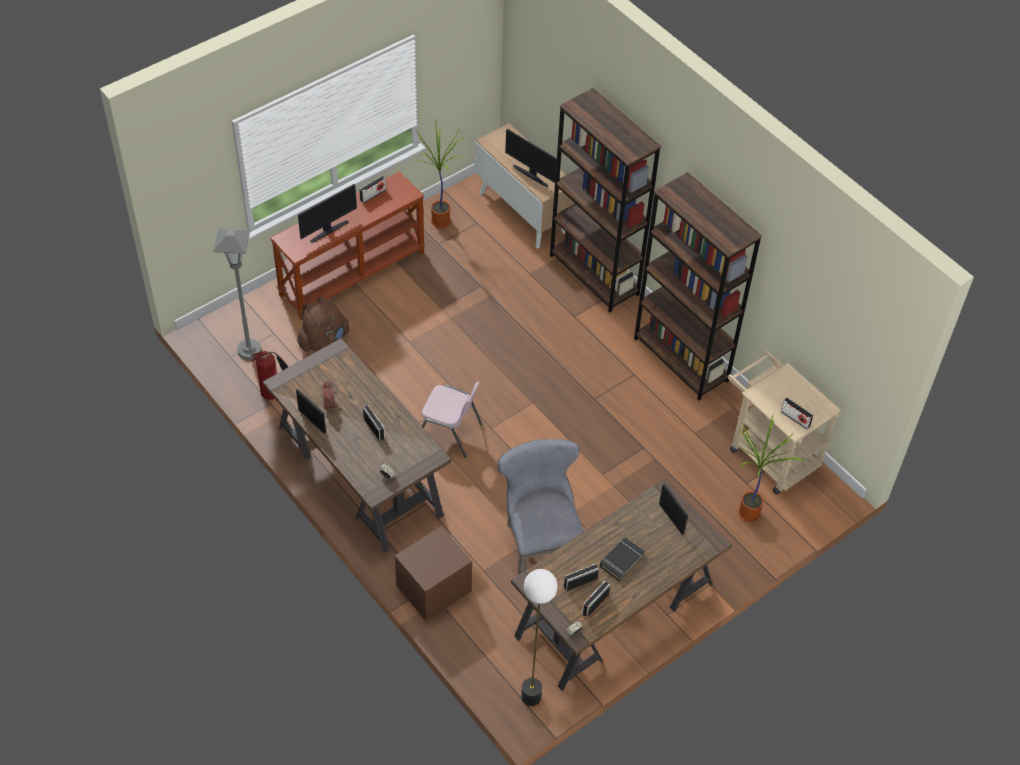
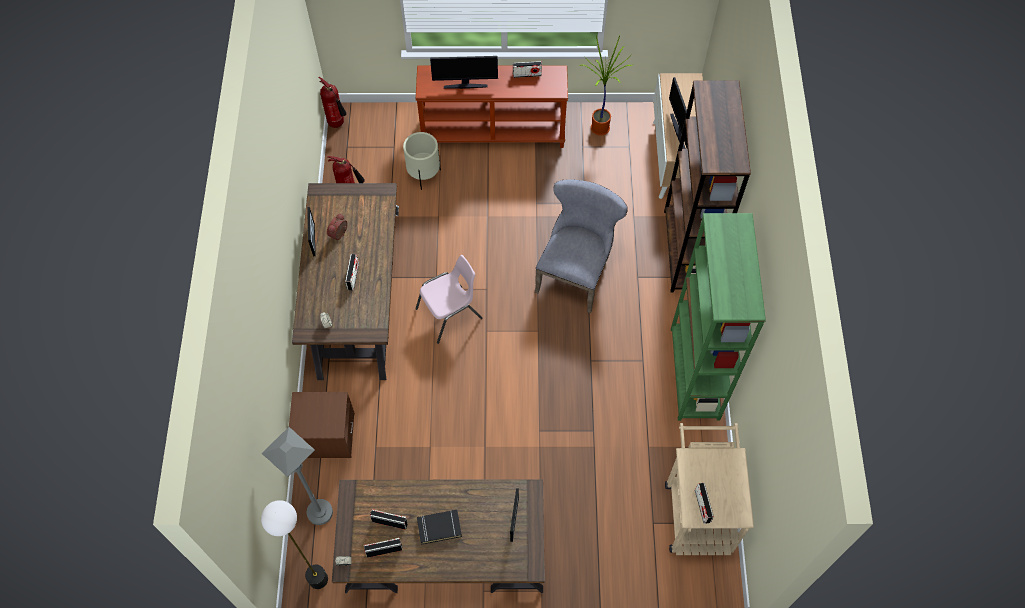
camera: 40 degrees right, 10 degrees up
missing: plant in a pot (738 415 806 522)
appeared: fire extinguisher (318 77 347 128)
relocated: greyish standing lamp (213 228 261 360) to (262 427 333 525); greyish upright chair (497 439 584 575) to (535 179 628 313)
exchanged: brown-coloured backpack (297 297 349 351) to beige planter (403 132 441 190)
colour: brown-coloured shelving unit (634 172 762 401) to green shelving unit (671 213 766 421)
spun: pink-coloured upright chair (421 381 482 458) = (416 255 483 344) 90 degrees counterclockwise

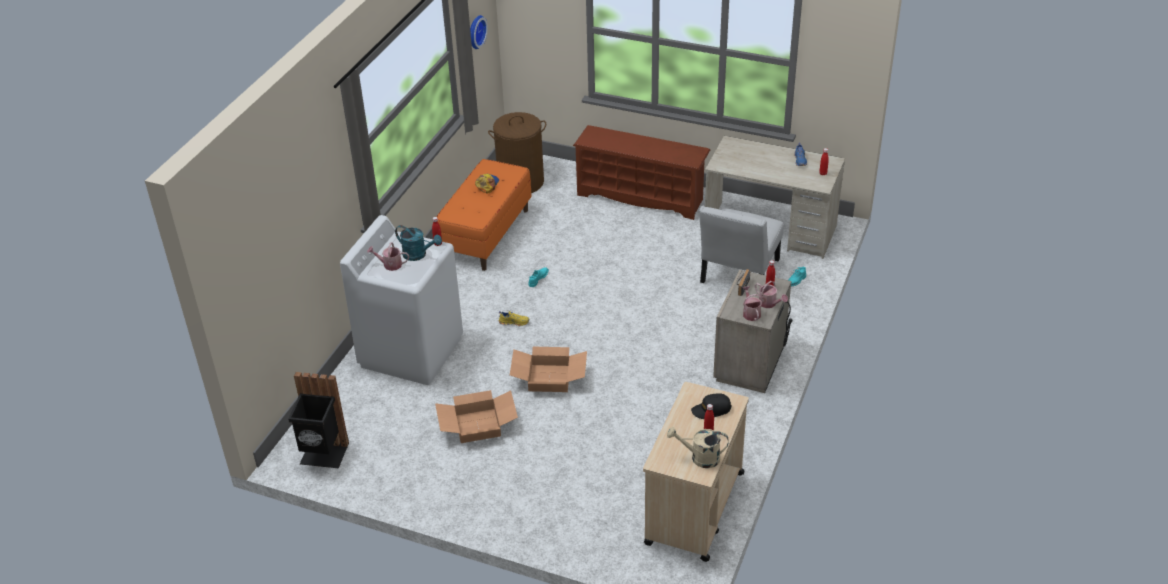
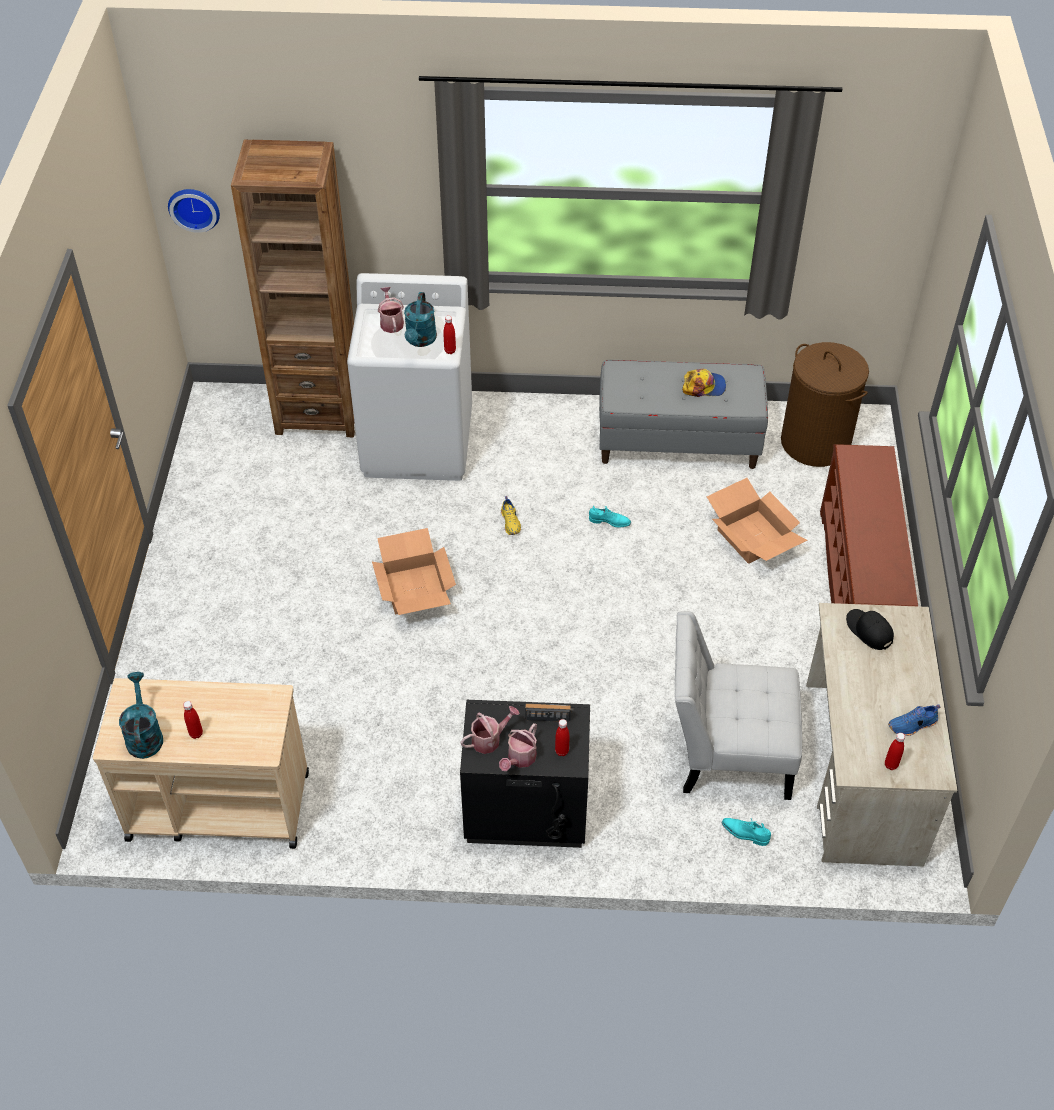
camera: 70 degrees right, 10 degrees up
missing: black-coloured trash can (288 372 349 468)
appeared: brown-coloured shelving unit (231 140 355 437)
relocated: hanging clock (470 15 488 49) to (168 189 220 233); cardboard box (435 390 518 443) to (707 478 807 564); black-coloured cap (691 393 732 419) to (846 609 894 650)
colour: orange bench (437 159 532 271) to greyish bench (599 360 768 469); beige nightstand (713 270 792 393) to black-coloured nightstand (460 700 590 848); beige watering pot (667 427 729 468) to turquoise watering pot (119 672 163 759)

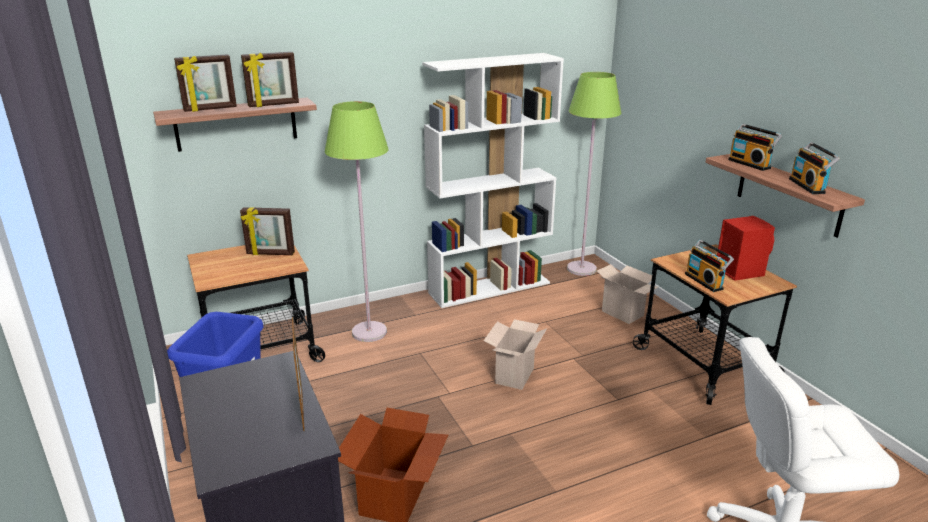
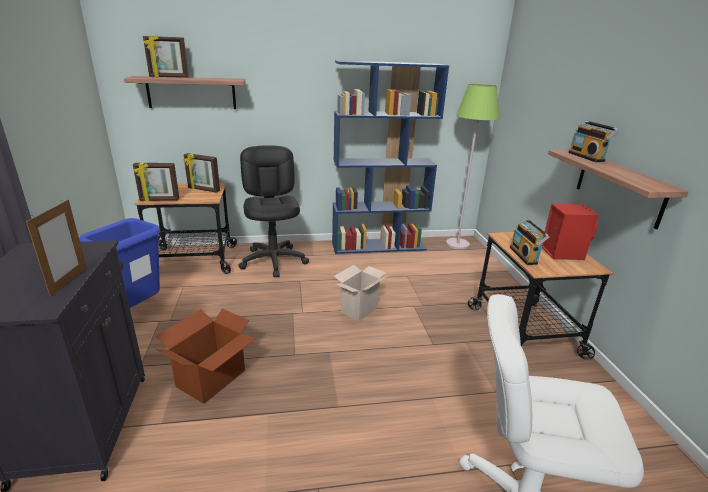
camera: 15 degrees right, 0 degrees up
missing: radio set (789 142 840 194); cardboard box (597 264 658 324)
relocated: standing frame (241 52 299 107) to (133 163 179 201)
exchanged: green standing lamp (325 101 389 342) to black-coloured computer chair (238 145 309 277)
colour: white shelving unit (422 53 564 308) to blue shelving unit (332 60 449 254)

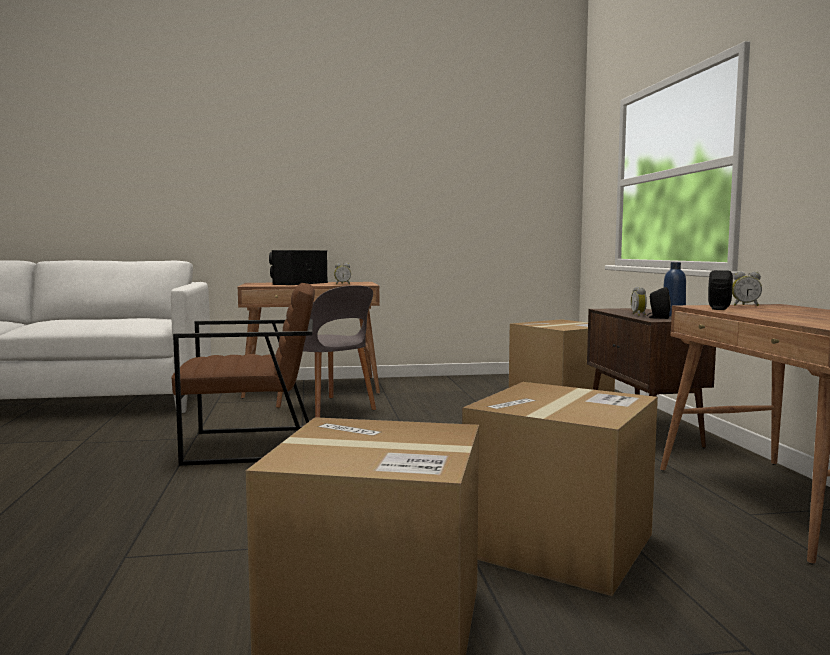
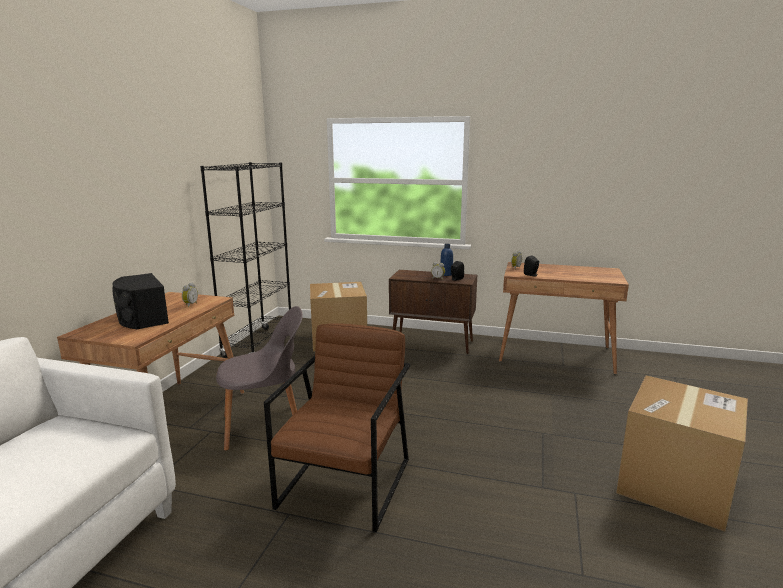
camera: 65 degrees left, 10 degrees up
missing: cardboard box (462 382 658 596)
appeared: black-coloured shelving unit (200 162 291 358)

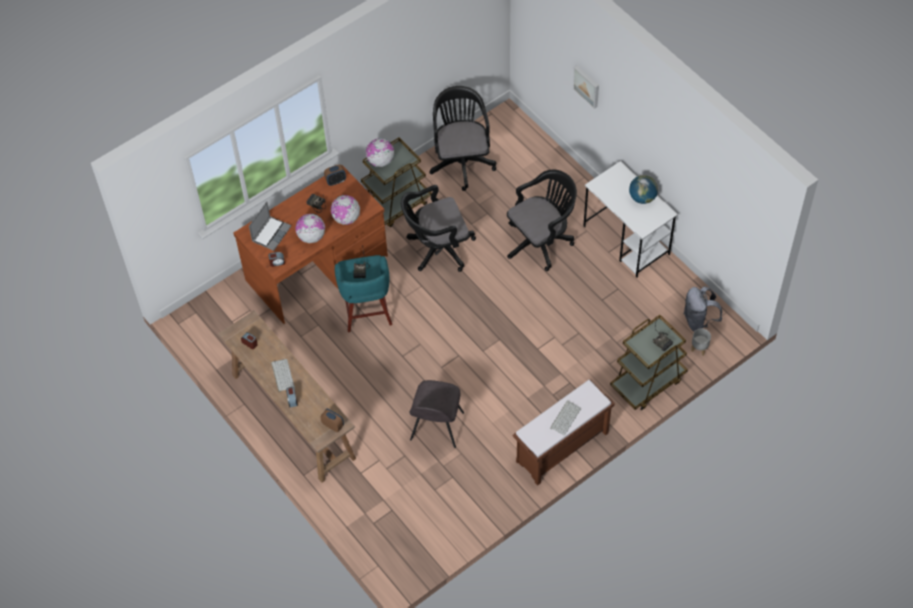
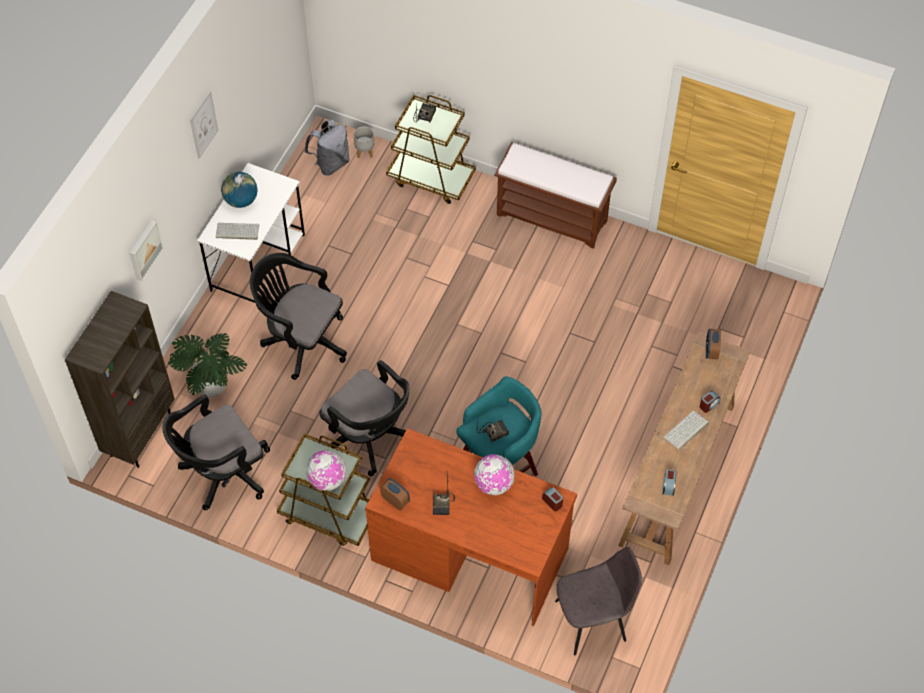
camera: 120 degrees left, 0 degrees up
missing: globe (331 195 360 225); laptop (249 201 291 251)
appeared: picture (190 91 219 159); brown-coloured shelving unit (65 291 175 468); plant in a pot (168 333 247 397)
relocated: greyish upright chair (409 380 464 448) to (555 547 642 656); PC keyboard (550 401 581 436) to (216 223 259 240)

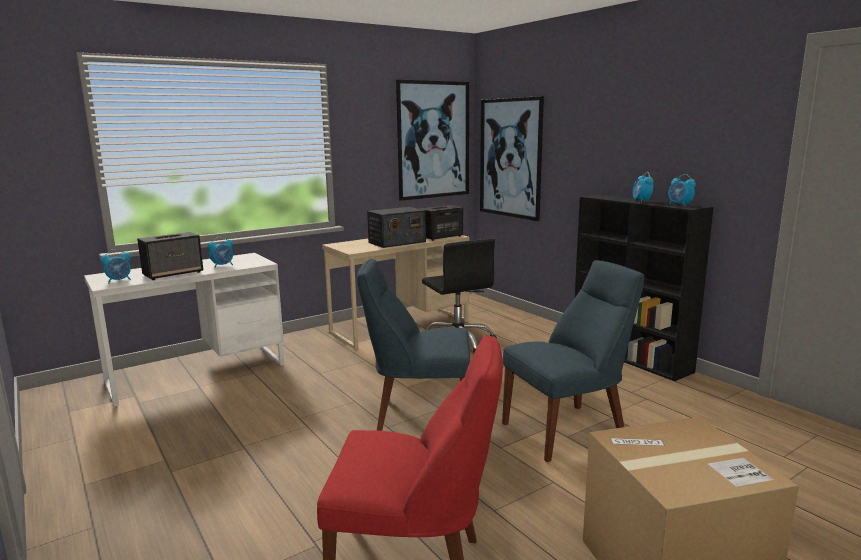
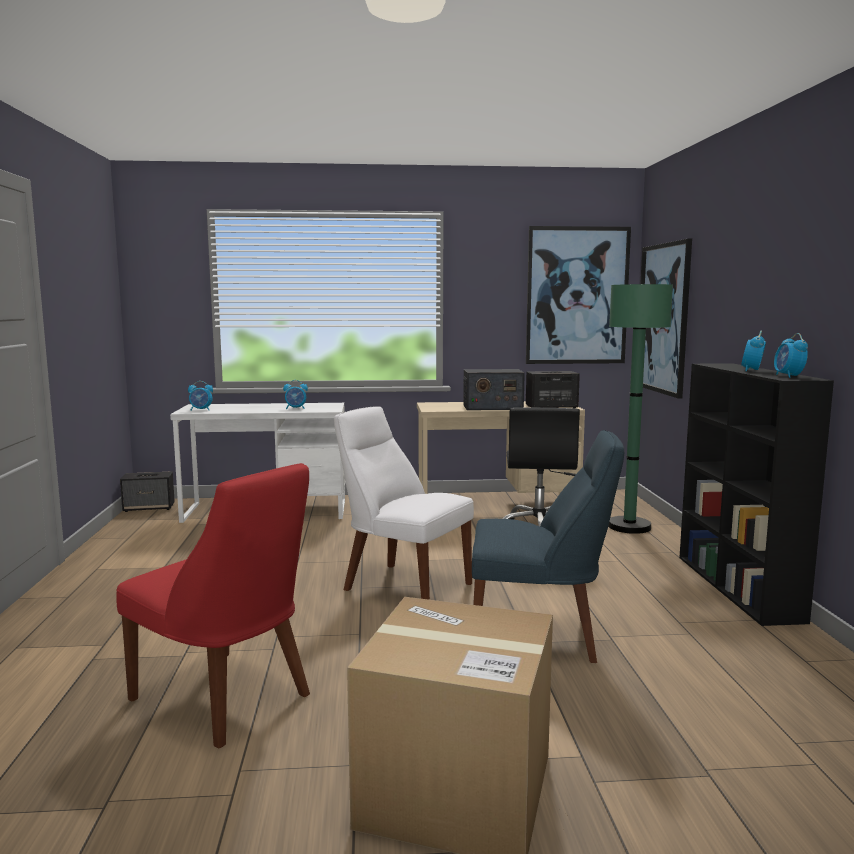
camera: 30 degrees right, 5 degrees down
appeared: green standing lamp (608 284 673 534)
relocated: audio speaker (137 232 203 280) to (120 471 175 512)
colour: blue upright chair (357 259 470 431) to white upright chair (334 406 474 600)

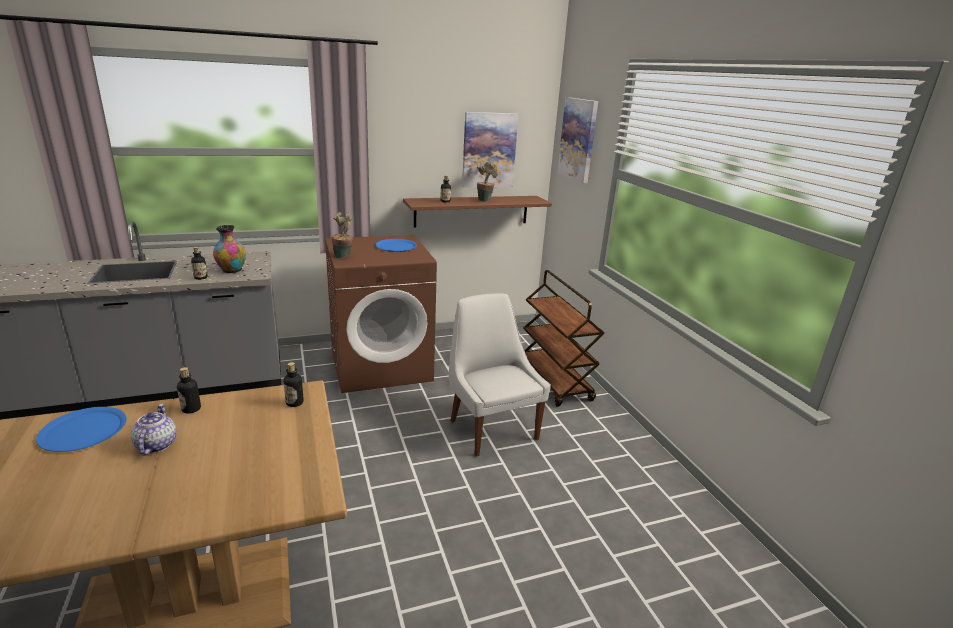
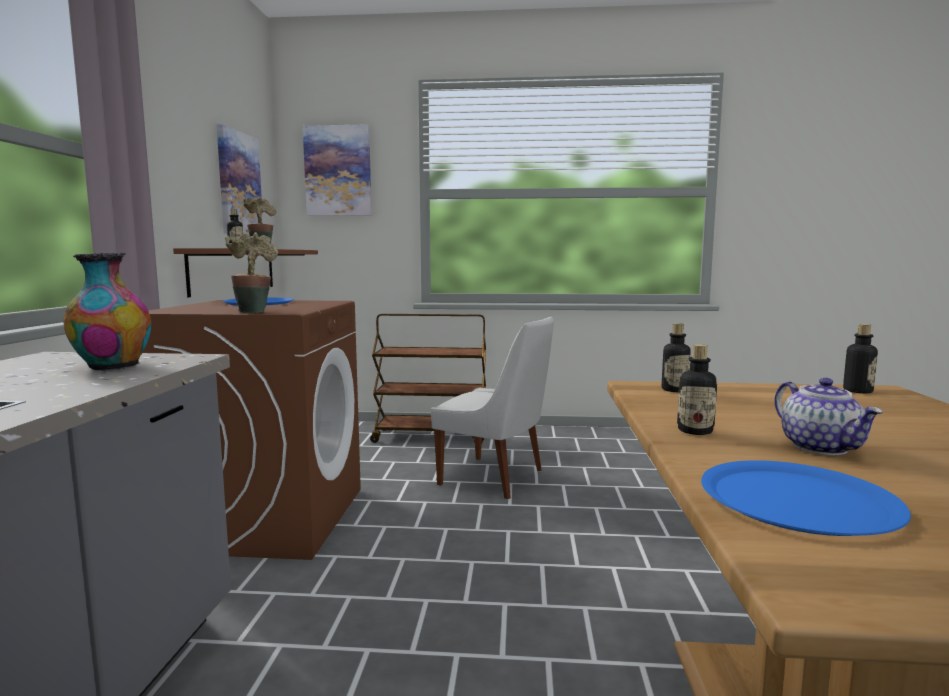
camera: 65 degrees left, 15 degrees down
relocated: bottle (191 247 208 280) to (843 324 878 393)
spun: white upright chair (449 293 551 457) = (431 317 554 499) 150 degrees counterclockwise; pot for tea (131 404 177 456) = (774 378 883 455) 120 degrees counterclockwise

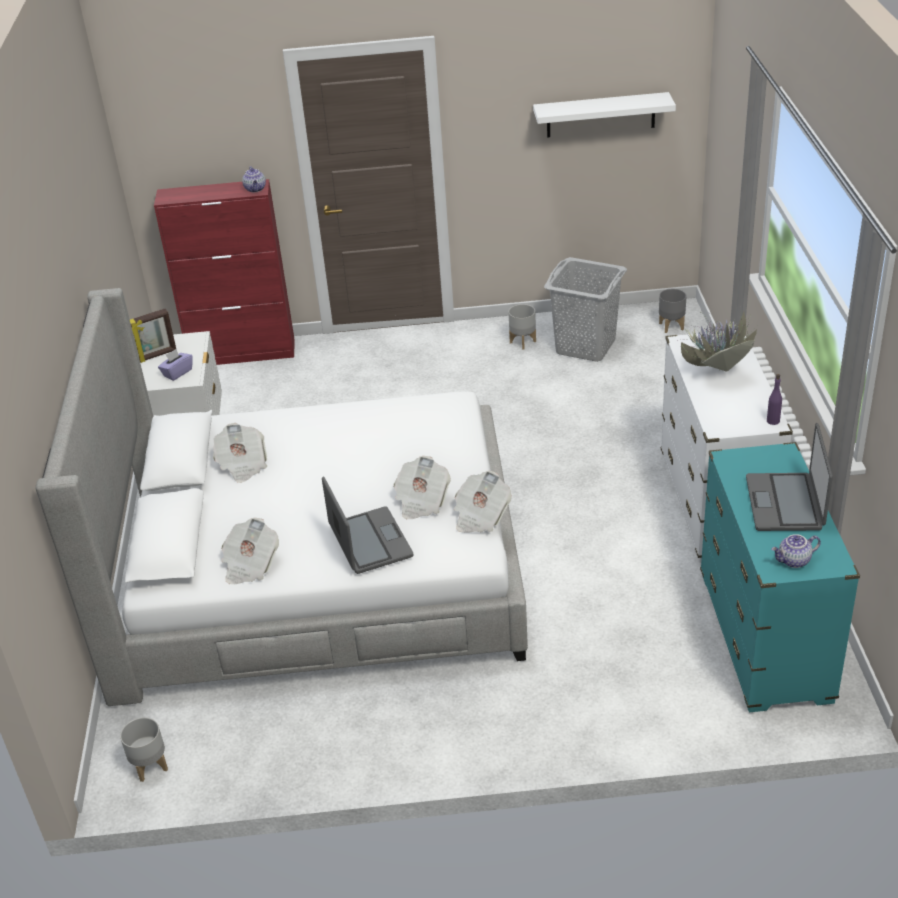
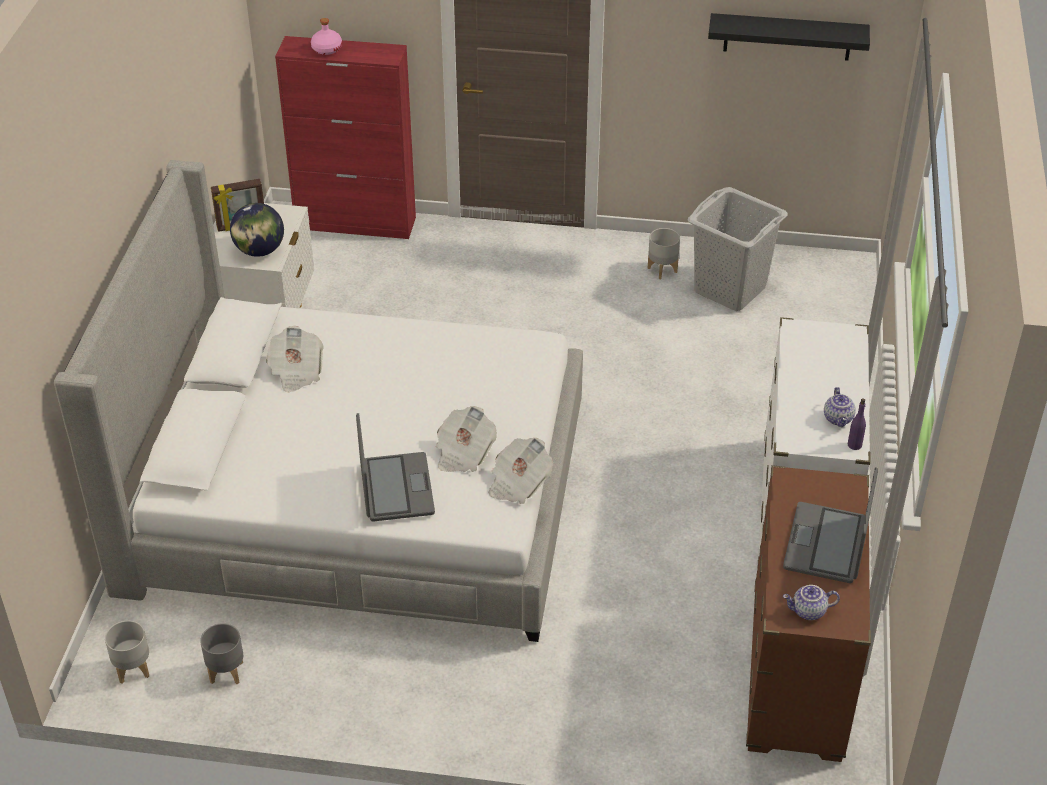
camera: 10 degrees right, 5 degrees up
missing: plant in a pot (677 311 757 372); daily paper (221 518 279 584)
appeared: pink-coloured bottle (311 18 342 55)
relocated: pot for tea (242 166 266 193) to (824 387 856 427); greyish planter (659 289 686 333) to (200 623 243 684)
exchanged: purplish tissue box (158 349 193 381) to globe (230 203 284 257)
colour: white bracket shelf (533 92 676 138) to black-coloured bracket shelf (708 13 870 61); turquoise drawer chest (700 442 860 712) to brown-coloured drawer chest (746 465 871 762)

